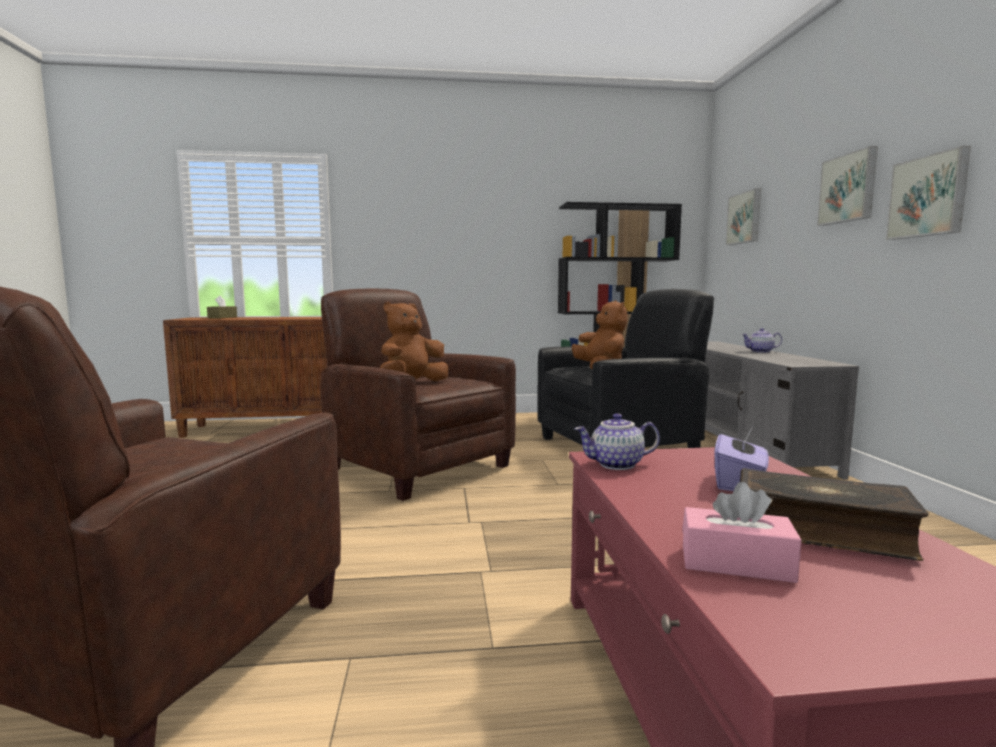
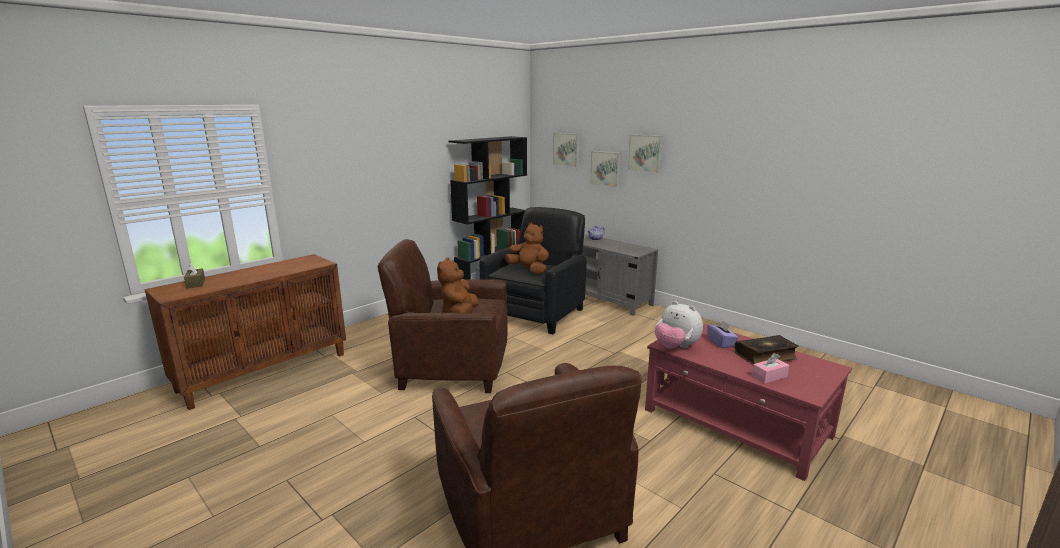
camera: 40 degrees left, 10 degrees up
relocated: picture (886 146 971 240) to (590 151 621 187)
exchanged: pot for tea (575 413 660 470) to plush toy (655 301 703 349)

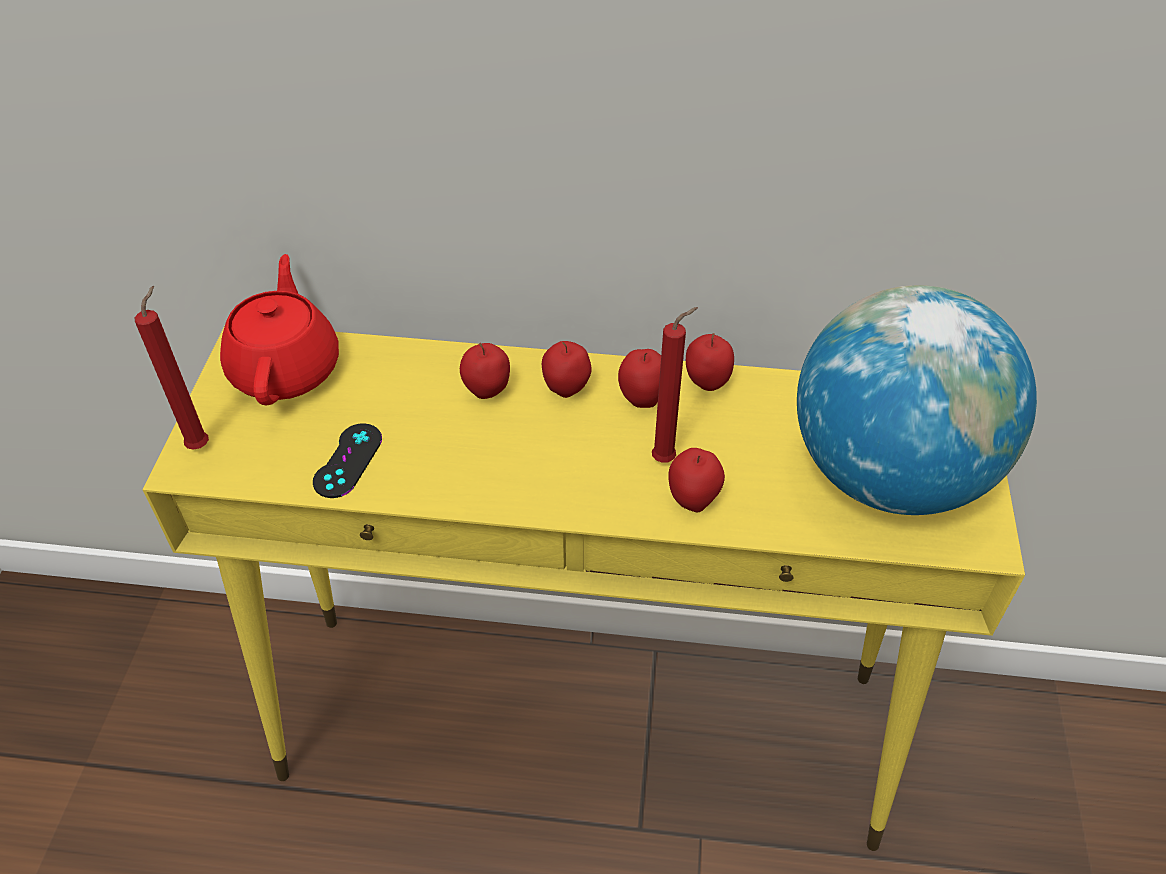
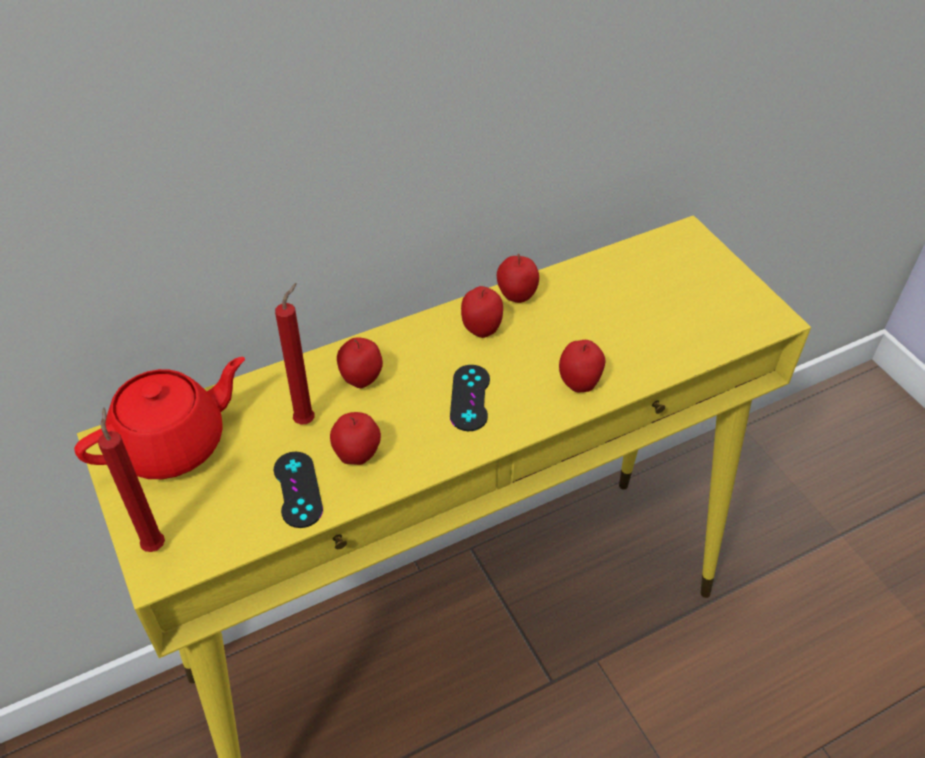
camera: 35 degrees left, 0 degrees up
missing: globe (797 285 1037 515)
appeared: black-coloured game controller (450 365 490 431)
relocated: red wax light (652 307 698 462) to (275 283 315 425); apple (542 341 591 398) to (330 412 381 465)
spun: red pot for tea (220 254 339 405) = (74 357 245 479) 90 degrees clockwise

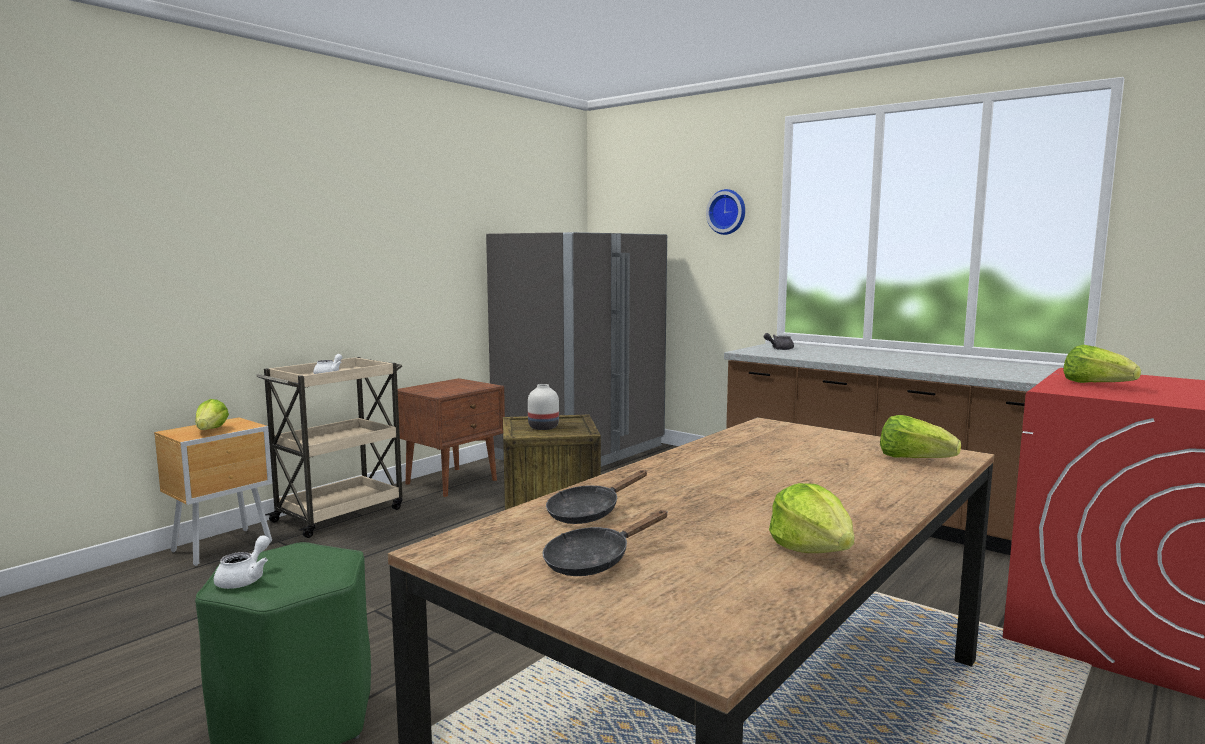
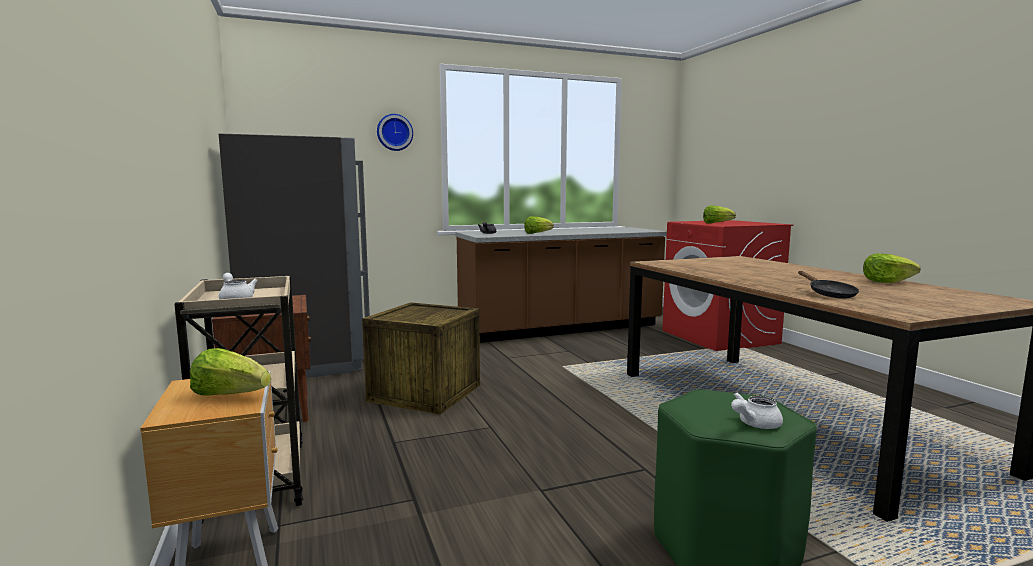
camera: 60 degrees left, 0 degrees up
missing: white vase (528 384 559 430); black-coloured skillet (542 510 668 576)
relocated: lettuce (880 415 961 458) to (524 216 554 234)
spun: white pot for tea (214 535 270 589) = (731 393 783 429) 75 degrees counterclockwise

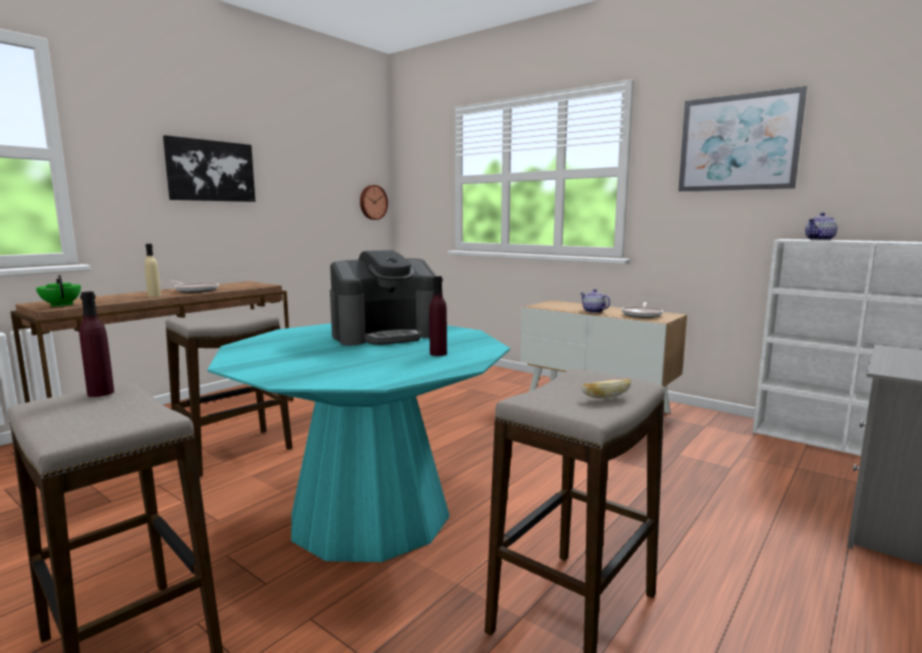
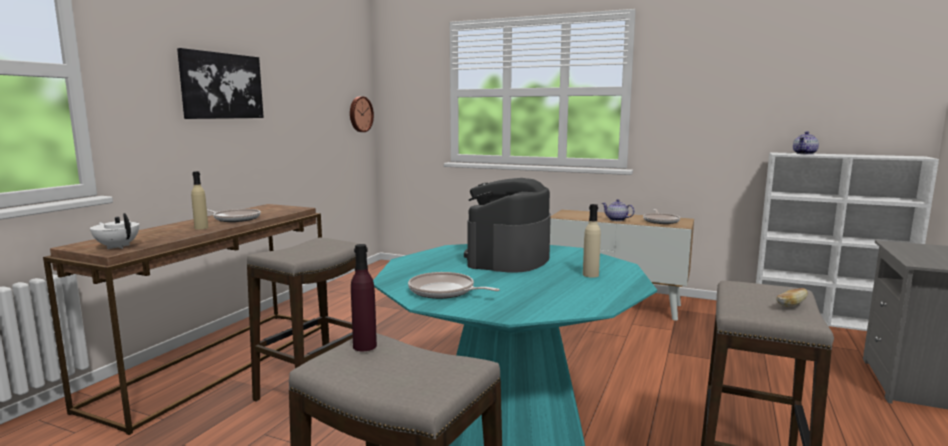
camera: 15 degrees left, 0 degrees up
missing: picture (678 86 807 192)
appeared: skillet (408 272 500 299)
colour: green pot for tea (36 275 81 307) to white pot for tea (90 213 139 249); purplish bottle (429 276 447 356) to beige bottle (583 204 601 278)
spun: coffee maker (330 250 436 345) = (464 178 551 273) 150 degrees clockwise

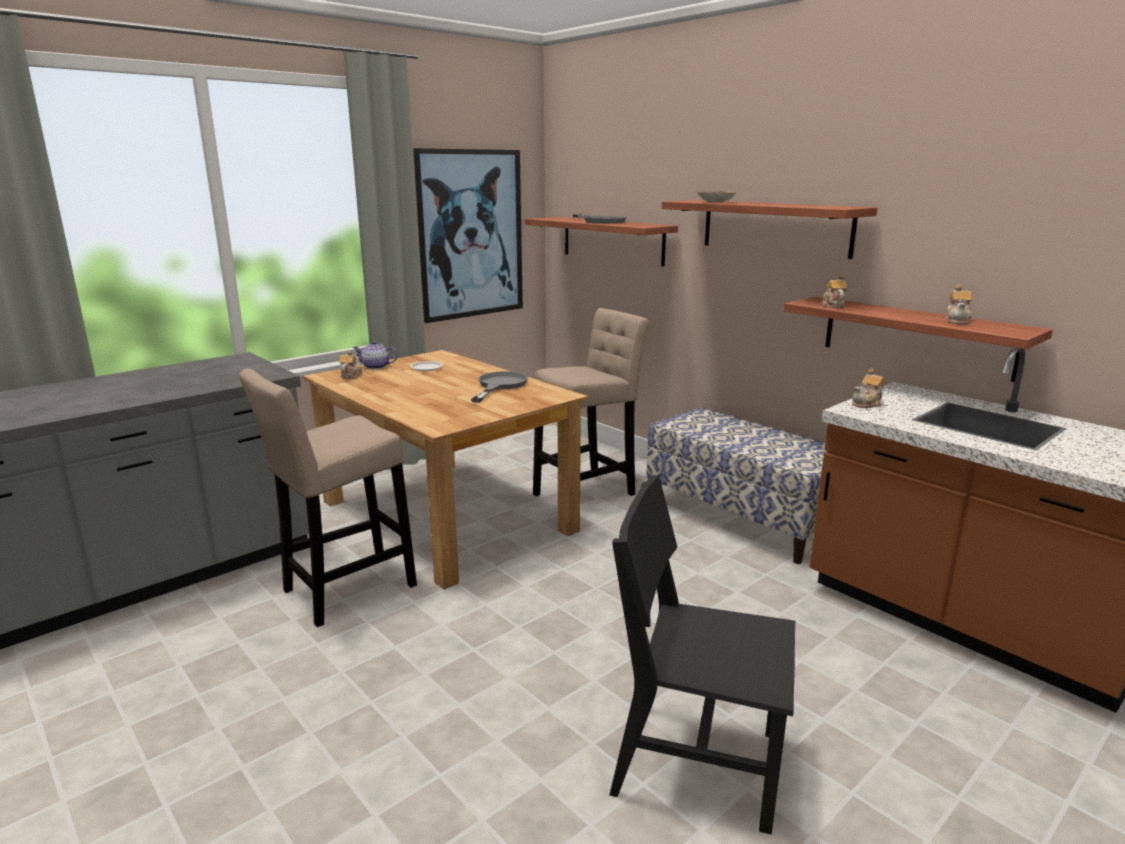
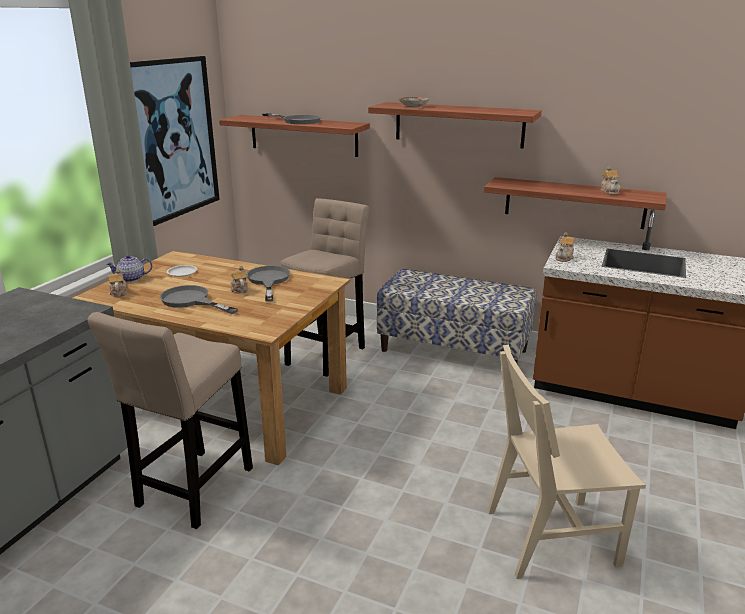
camera: 25 degrees left, 5 degrees up
appeared: greyish skillet (160 285 238 314)
relocated: pot for tea (822 274 848 308) to (231 266 248 294)
colour: black-coloured upright chair (610 475 795 835) to beige upright chair (487 345 646 579)

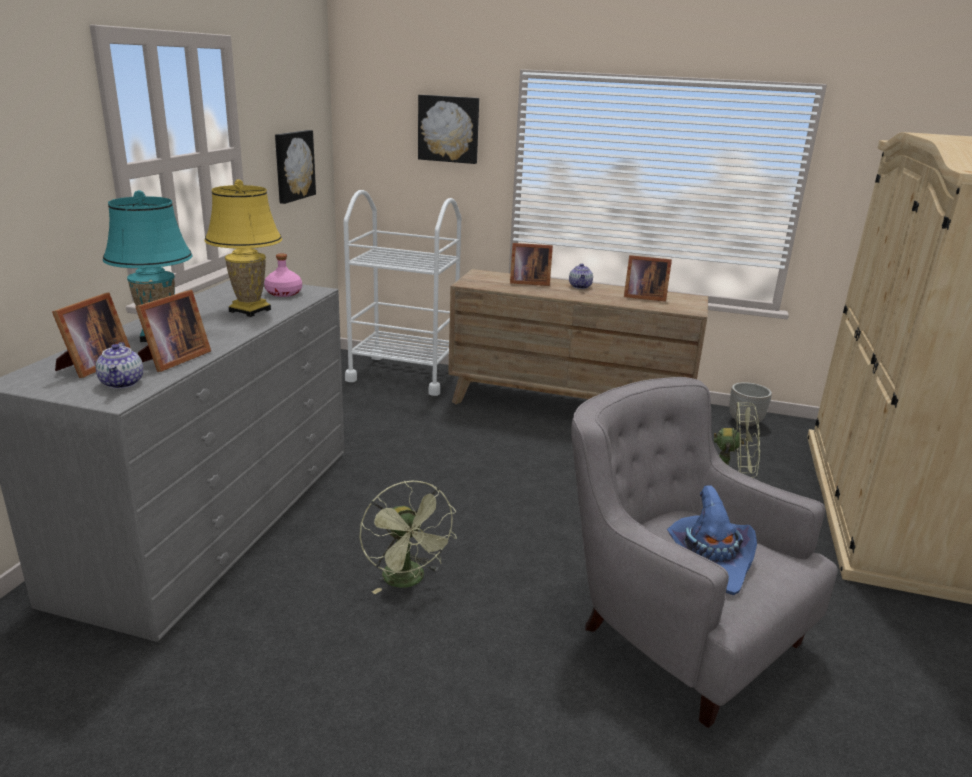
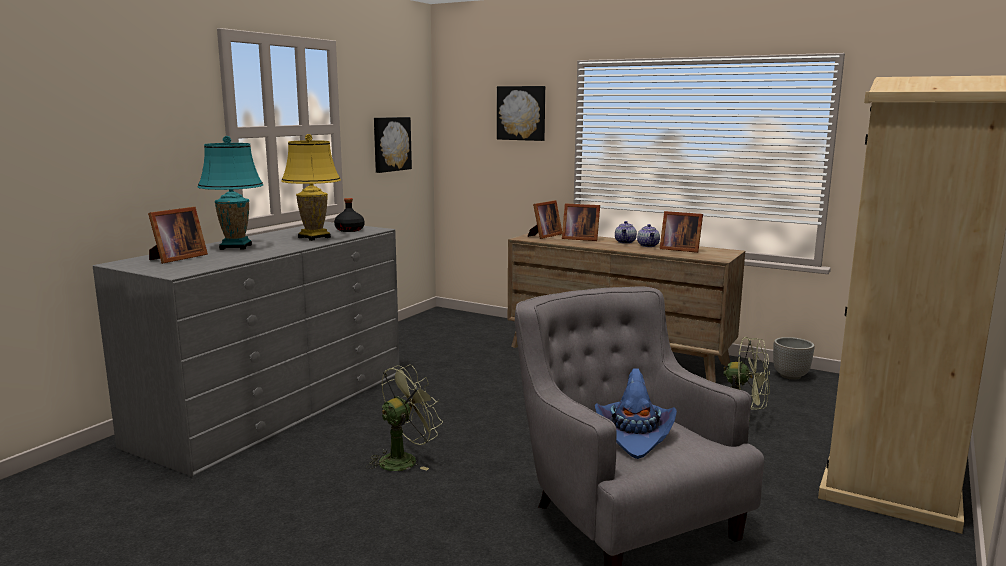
camera: 15 degrees right, 10 degrees down
missing: white cart (343 190 461 396)
relocated: standing frame (135 290 211 372) to (528 200 562 239); pot for tea (96 342 143 389) to (637 224 660 247)
colour: pink-coloured bottle (264 253 302 297) to black-coloured bottle (334 198 365 232)
spun: green cooling fan (359 481 457 594) = (366 364 443 471) 120 degrees counterclockwise

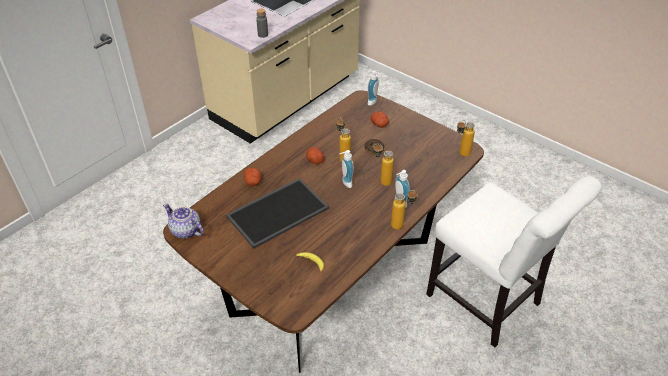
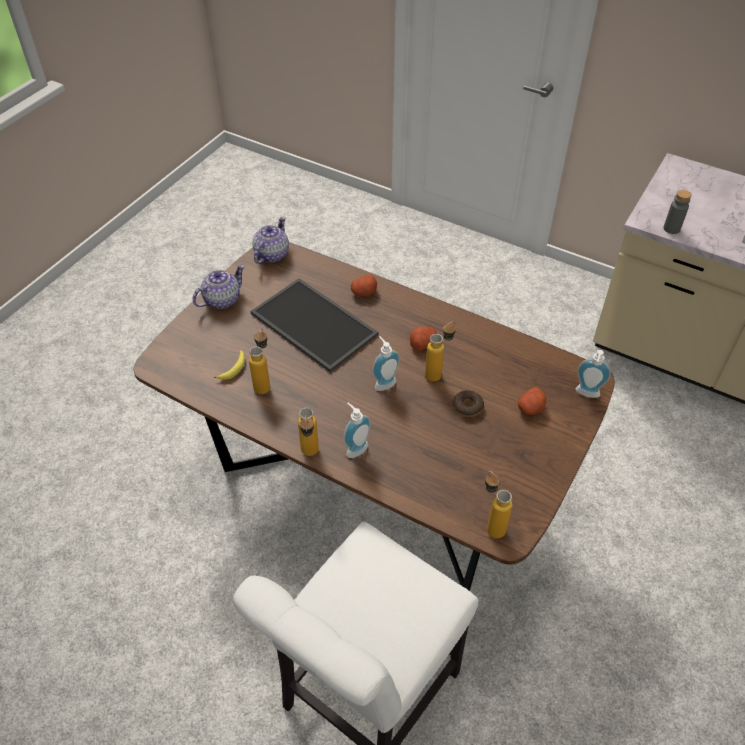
camera: 80 degrees right, 5 degrees up
appeared: pot for tea (193 265 245 309)
relocated: bottle (373 144 394 186) to (249 328 270 394)

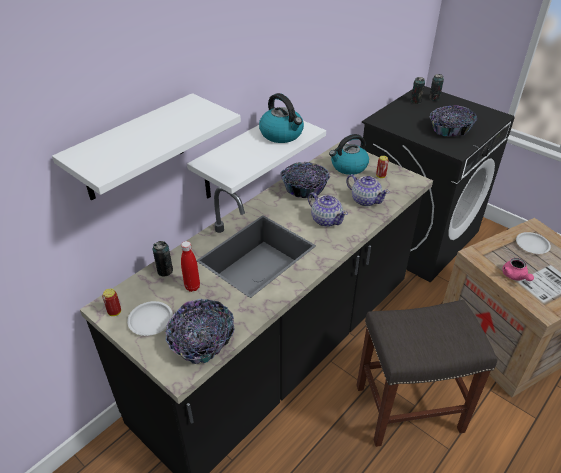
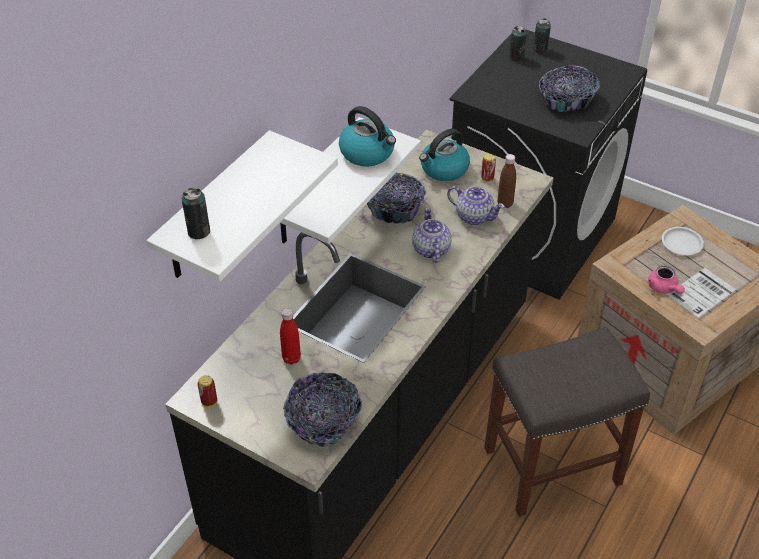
camera: 10 degrees left, 5 degrees up
missing: white plate (127 301 173 336)
appeared: brown-coloured bottle (497 154 516 208)
relocated: can (153 241 173 276) to (182 188 210 239)
spun: pot for tea (308 192 348 227) = (412 207 452 263) 135 degrees counterclockwise

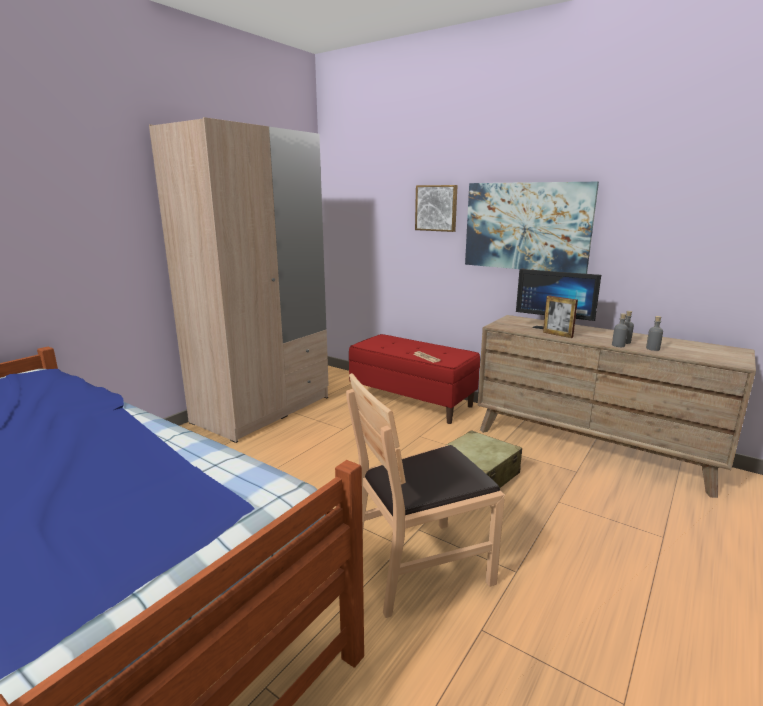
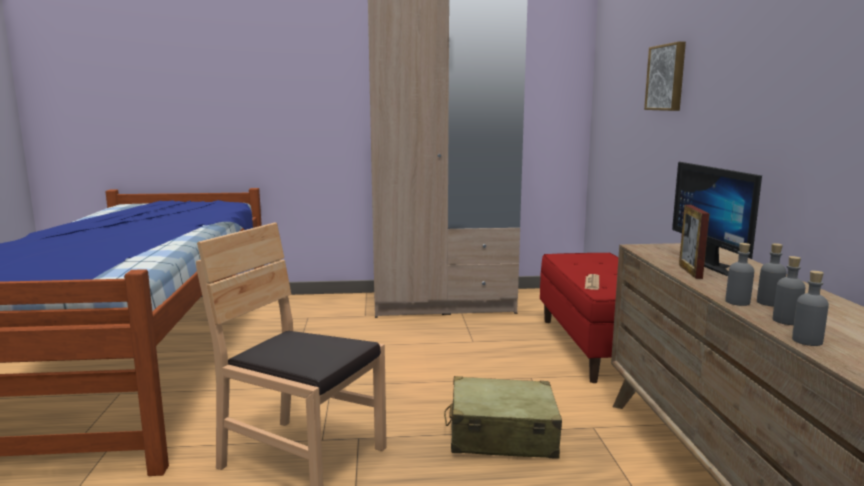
camera: 50 degrees right, 5 degrees down
missing: picture (465 182 599 274)
appeared: greyish bottle (792 271 829 346)

